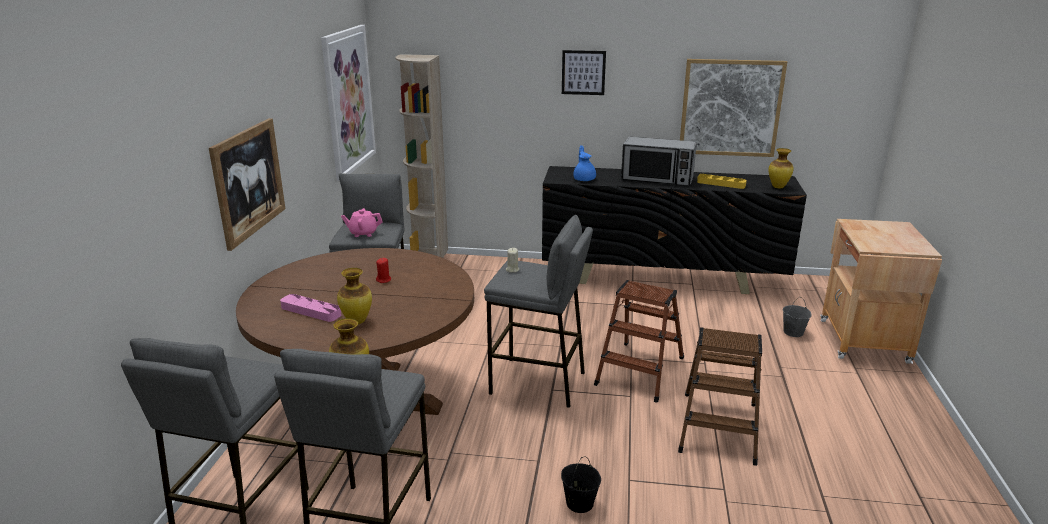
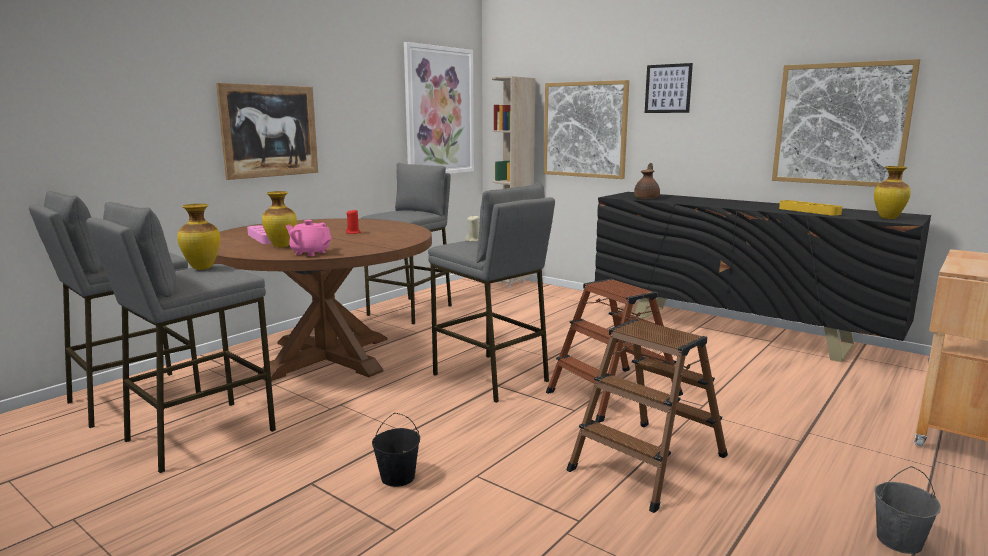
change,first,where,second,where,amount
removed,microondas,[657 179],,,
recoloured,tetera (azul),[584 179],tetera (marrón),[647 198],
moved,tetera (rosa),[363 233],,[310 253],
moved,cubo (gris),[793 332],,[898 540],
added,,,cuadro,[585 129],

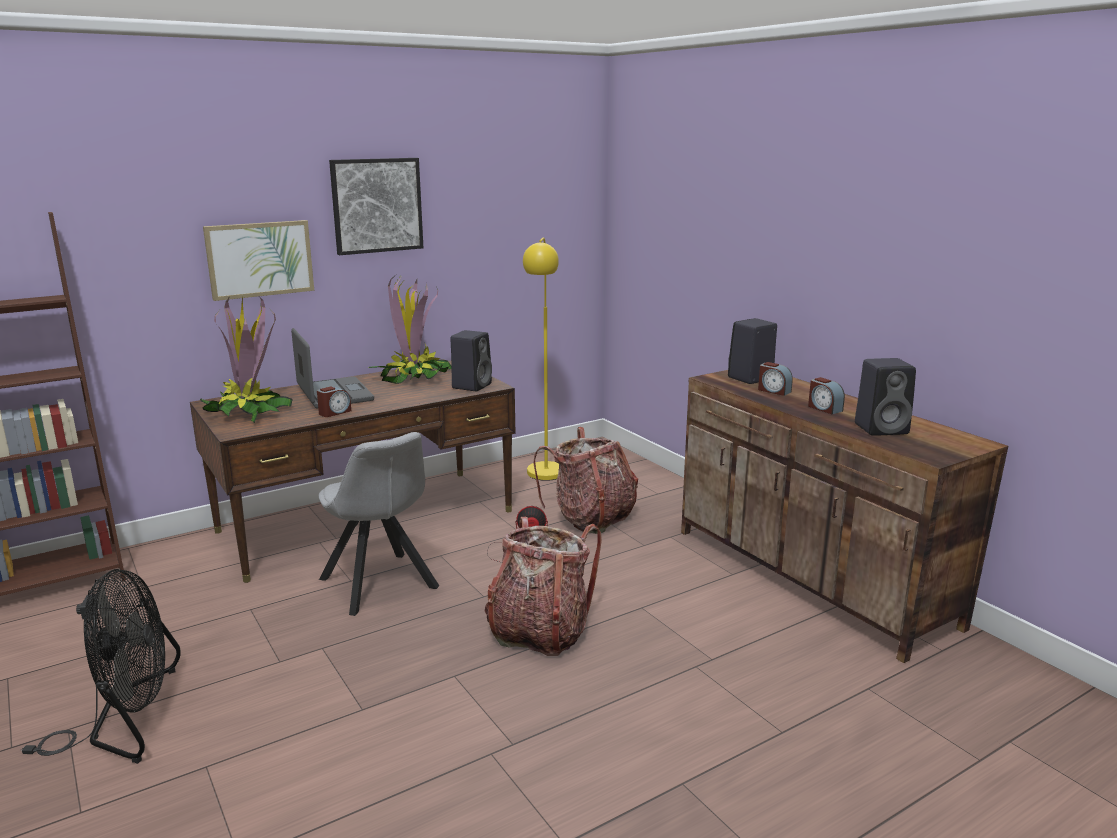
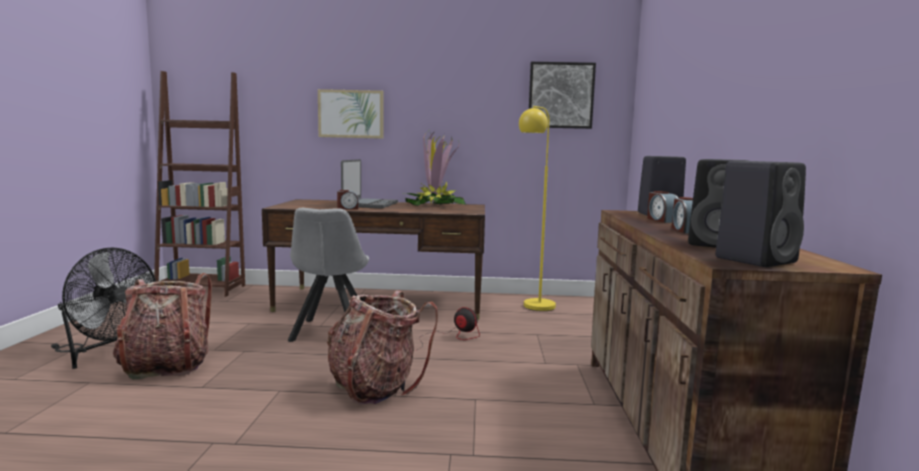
change,first,where,second,where,amount
moved,cuadro,[377 205],,[561 95],
removed,planta en maceta,[248 411],,,
moved,altavoz (negro),[472 385],,[756 260],
moved,mochila,[590 518],,[166 366],

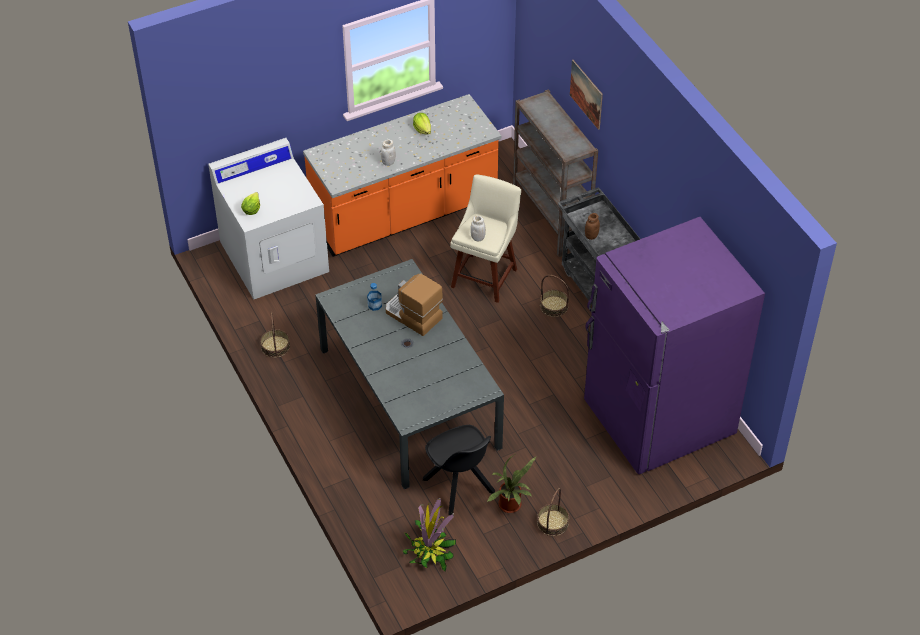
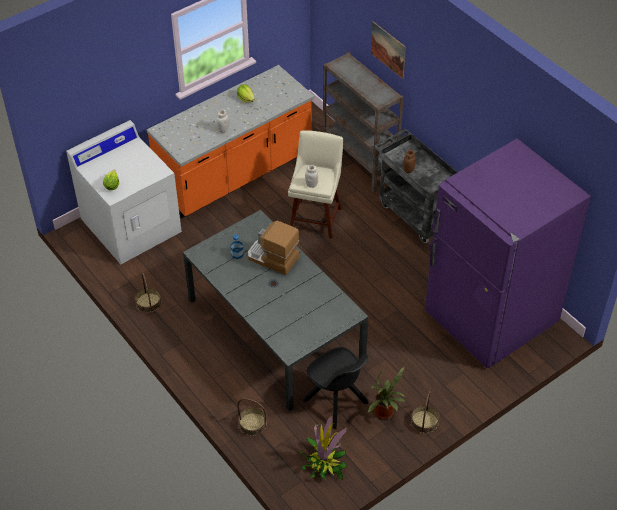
change,first,where,second,where,amount
moved,cesta,[554 306],,[252 424],

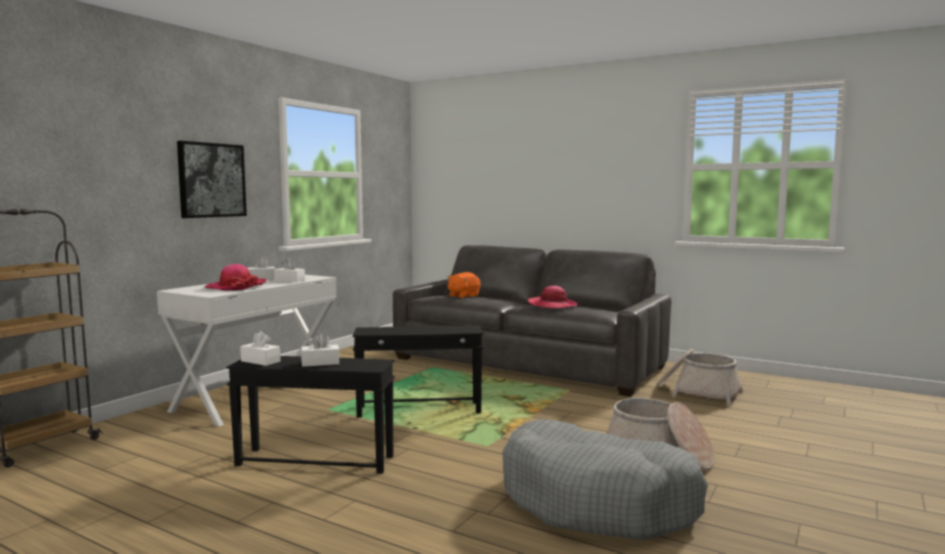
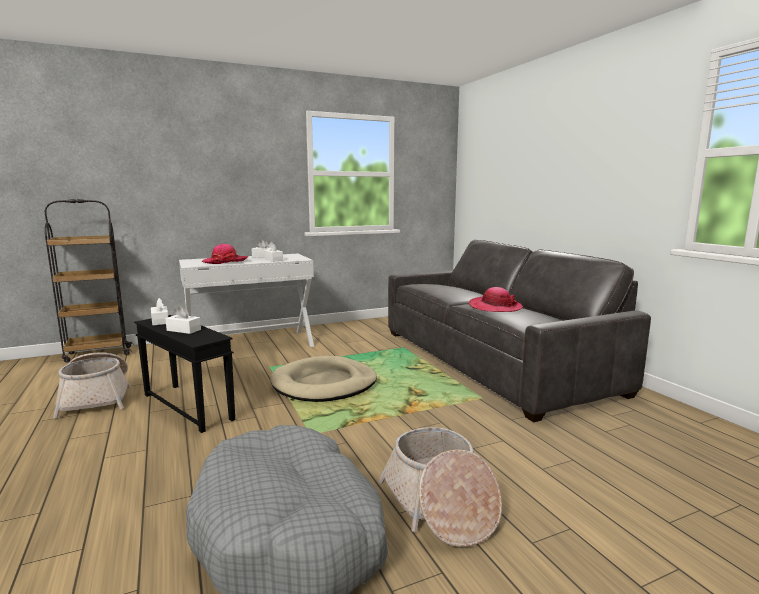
change,first,where,second,where,amount
removed,cuadro,[211 180],,,
removed,peluche (naranja),[463 296],,,
replaced,mesa auxiliar (negro),[419 410],cama para perro (beis),[324 384],
moved,cesta,[697 393],,[97 398],

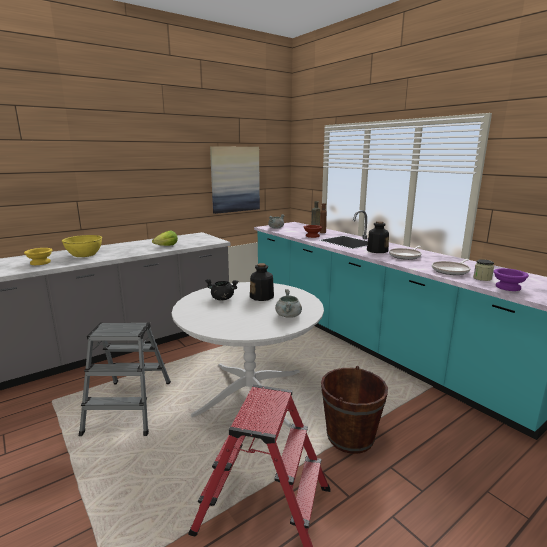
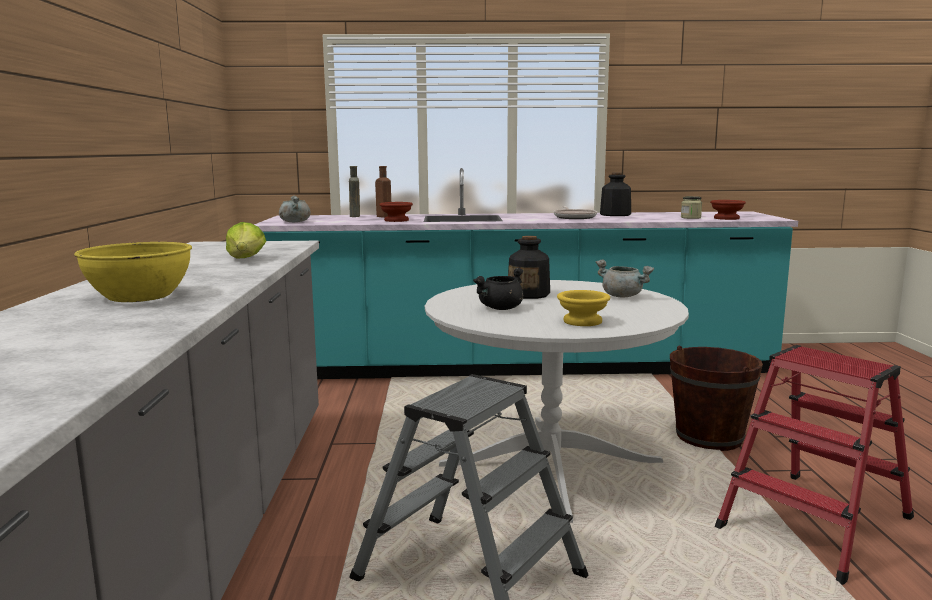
change,first,where,second,where,amount
removed,cuadro,[235 179],,,
moved,botella,[377 250],,[615 215],
moved,cuenco (amarillo),[41 263],,[584 321],
removed,sartén,[451 271],,,
recoloured,cuenco (morado),[509 287],cuenco (marrón),[726 218],

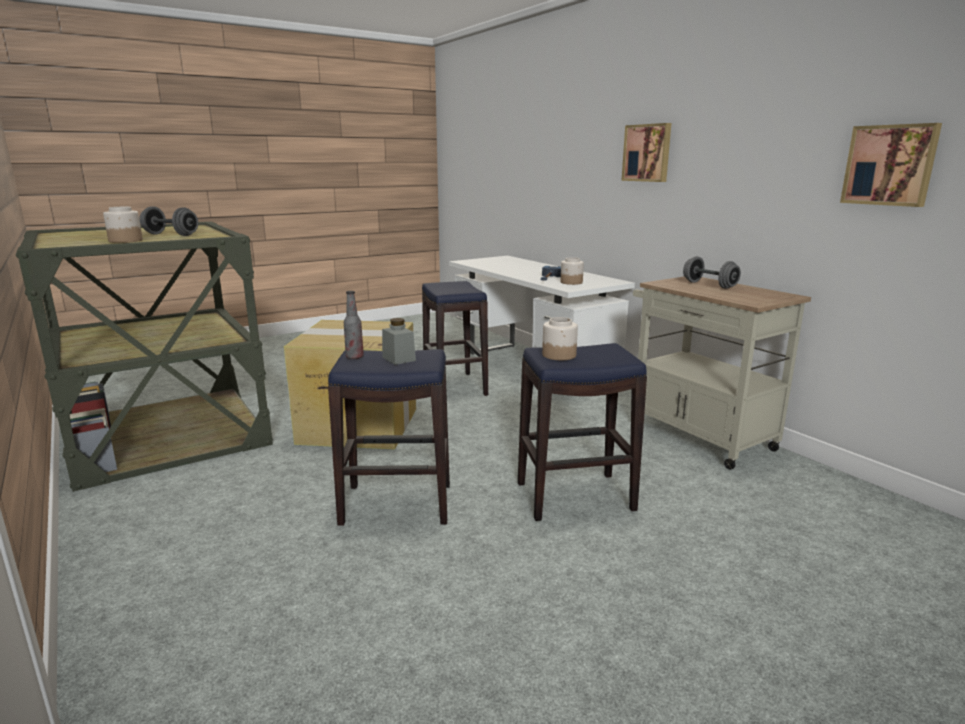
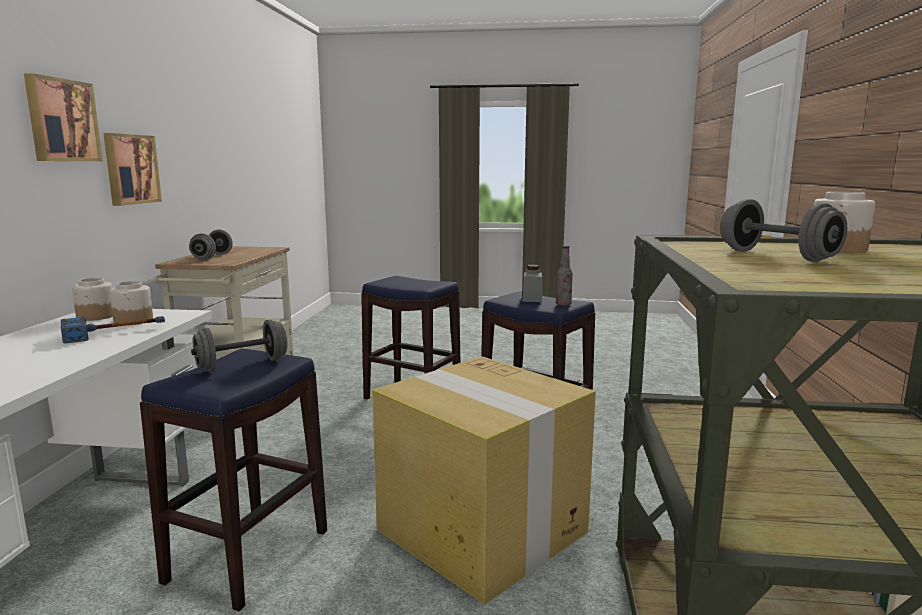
change,first,where,second,where,amount
moved,cuadro,[890 165],,[130 169],
moved,tarro,[559 355],,[95 316],
added,,,mancuerna (gris),[242 365],

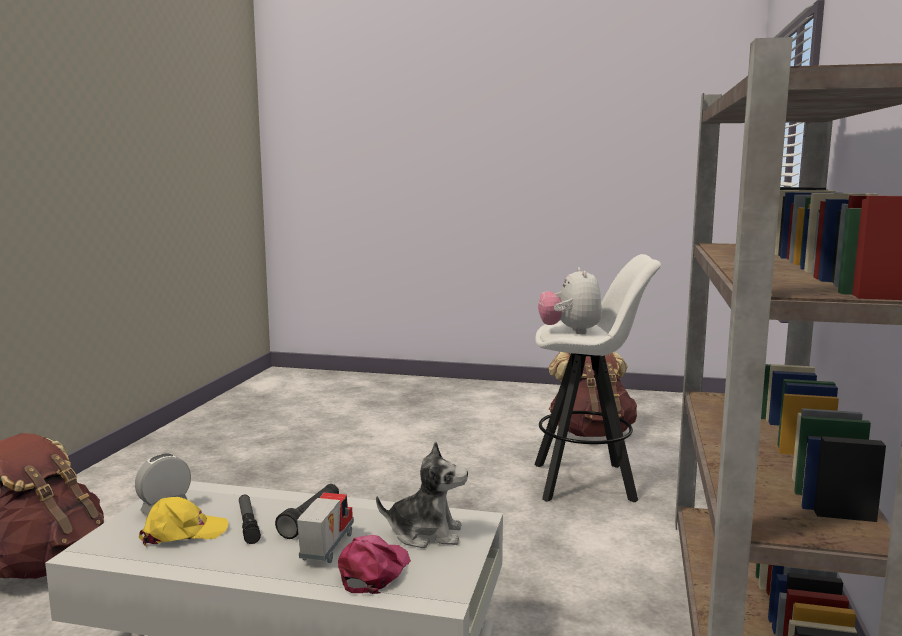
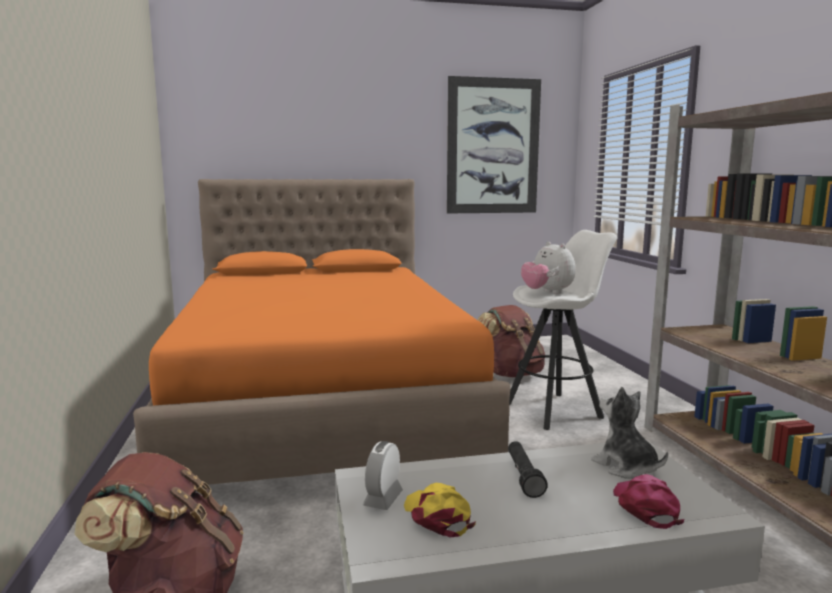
change,first,where,second,where,amount
turned,peluche,[426 534],,[625 467],105 degrees counterclockwise
removed,camión de juguete,[325 548],,,
removed,linterna,[248 524],,,
turned,gorra (amarillo),[183 533],,[437 516],75 degrees counterclockwise
added,,,cuadro,[493 146],
added,,,cama (naranja),[323 400],

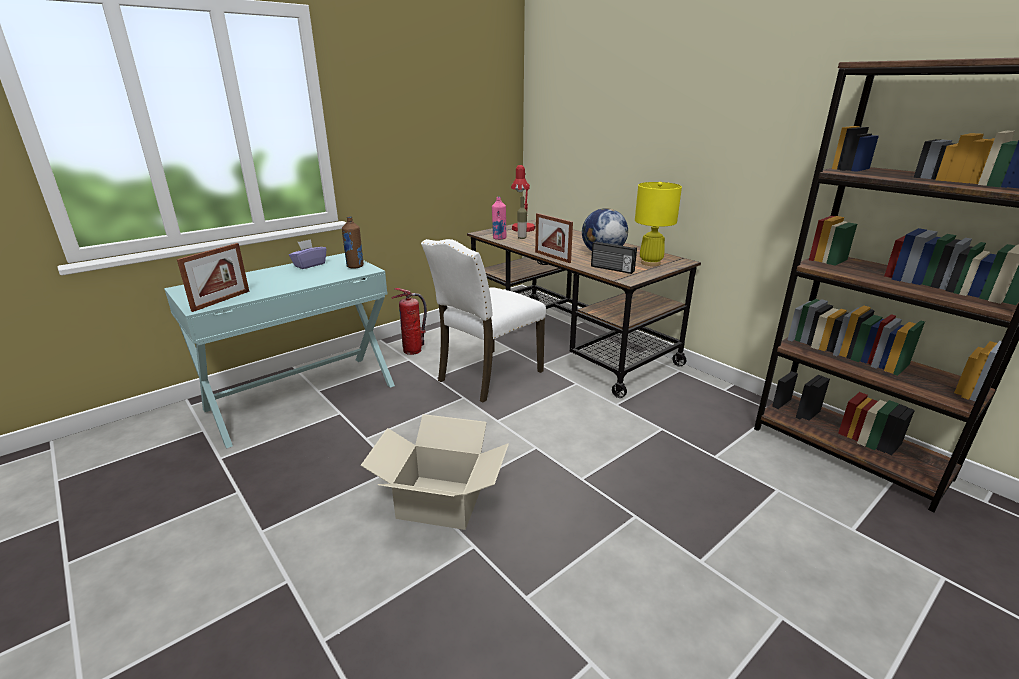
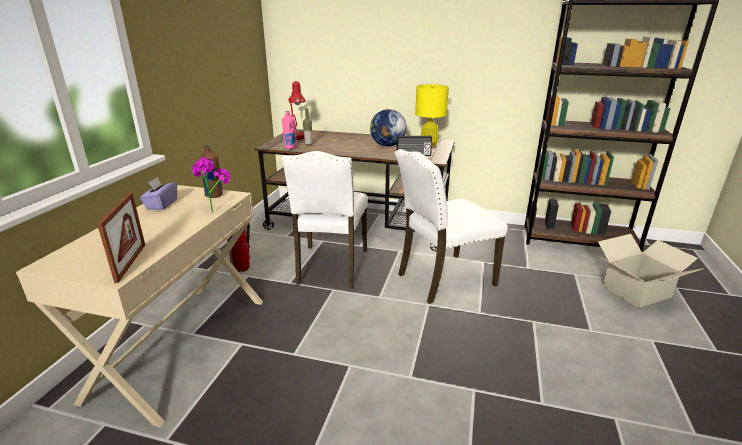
change,first,where,second,where,amount
removed,portarretratos,[552 257],,,
recoloured,escritorio (turquesa),[302 396],escritorio (beis),[181 345],
moved,caja de cartón,[440 501],,[635 291],
added,,,silla (blanco),[443 279],
added,,,planta en maceta,[215 209],

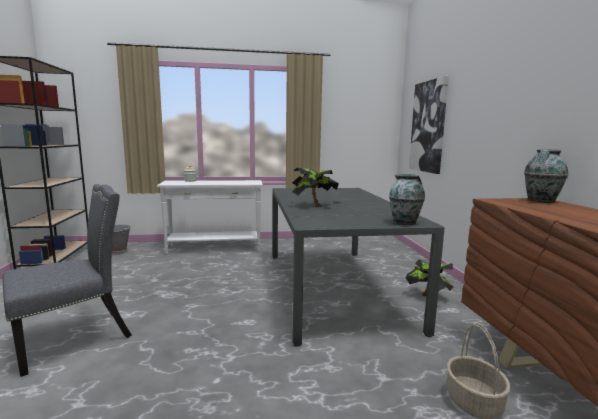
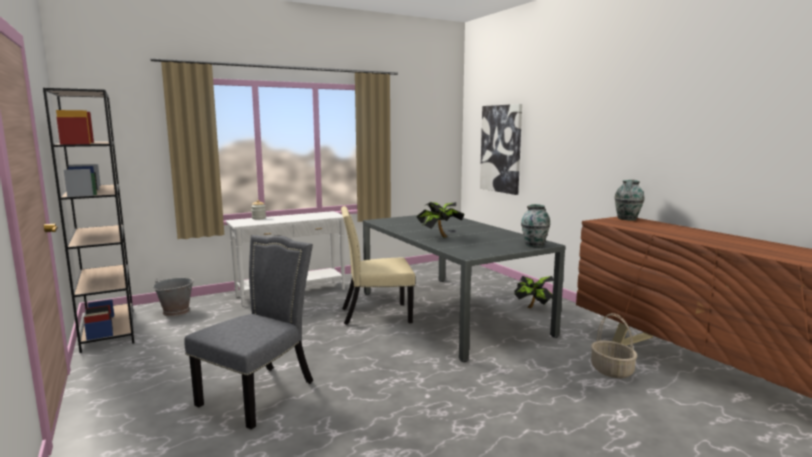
change,first,where,second,where,amount
added,,,silla (beis),[377 314],

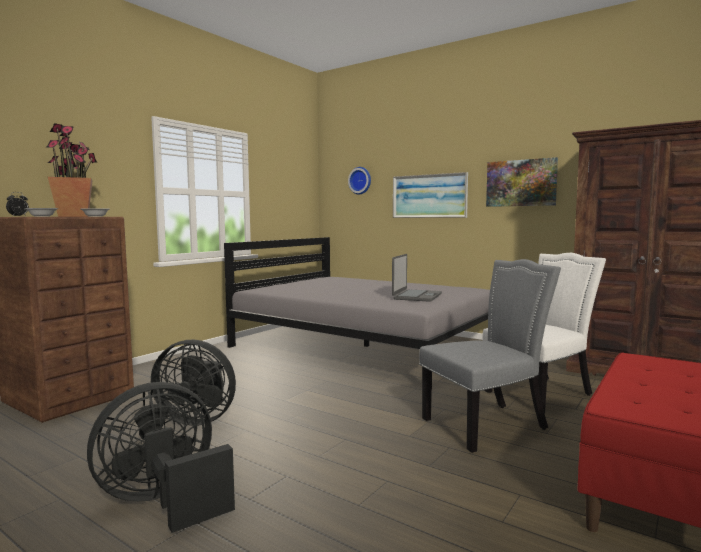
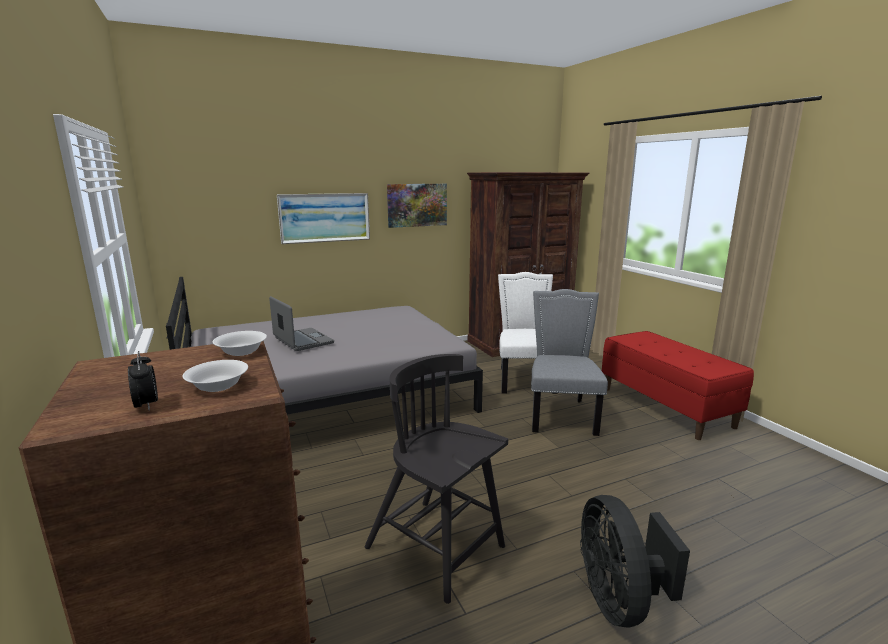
change,first,where,second,where,amount
removed,planta en maceta,[74 216],,,
removed,reloj de pared,[360 180],,,
moved,portátil,[416 296],,[302 340],
replaced,ventilador (negro),[197 419],silla (negro),[437 548],

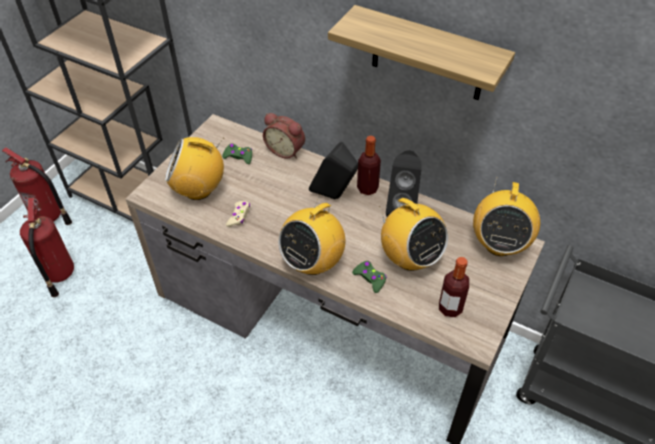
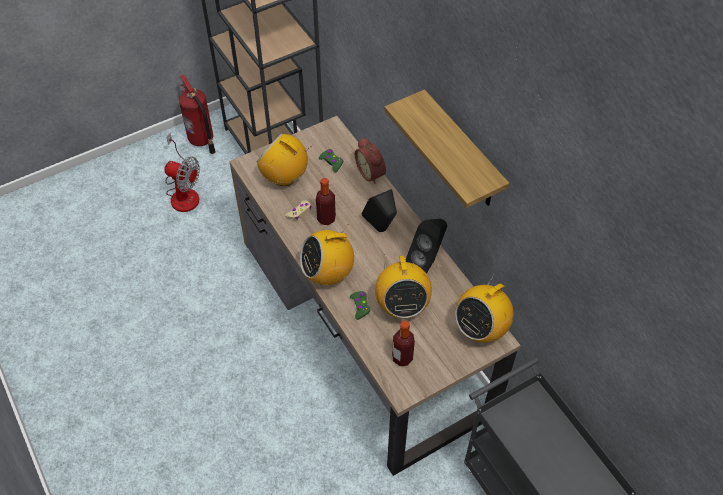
change,first,where,second,where,amount
moved,botella,[367 188],,[326 218],
replaced,extintor,[58 274],ventilador,[183 192],

